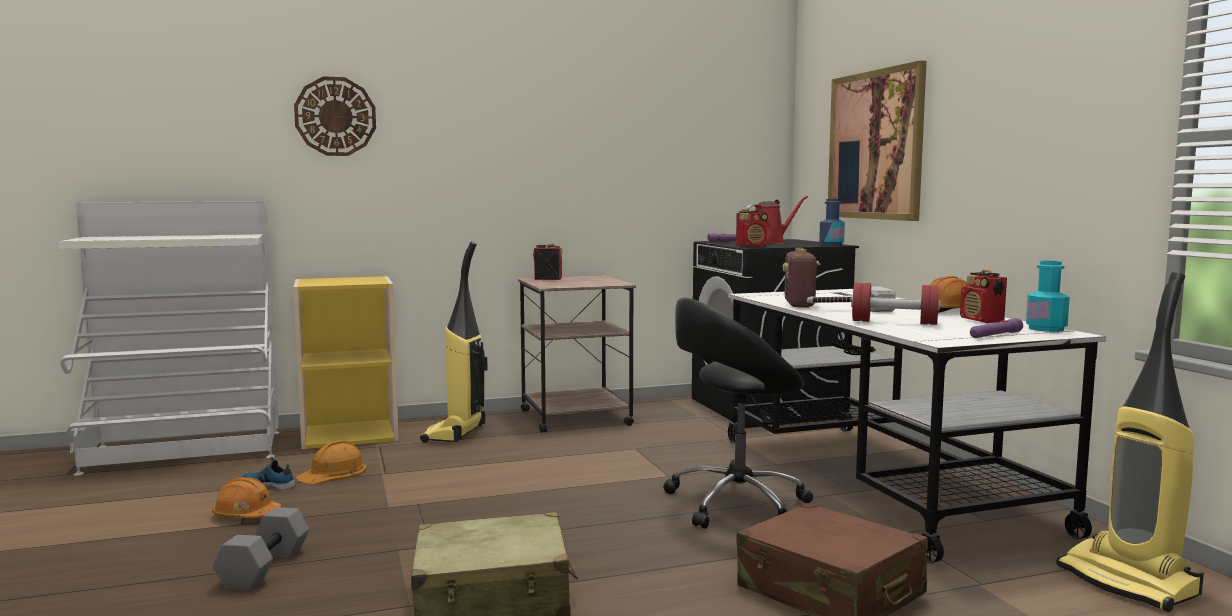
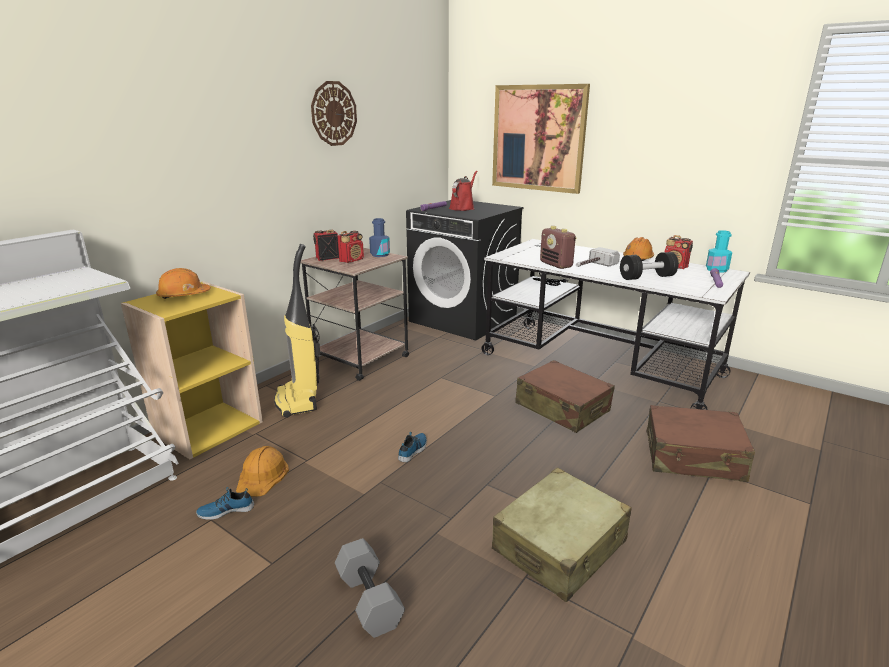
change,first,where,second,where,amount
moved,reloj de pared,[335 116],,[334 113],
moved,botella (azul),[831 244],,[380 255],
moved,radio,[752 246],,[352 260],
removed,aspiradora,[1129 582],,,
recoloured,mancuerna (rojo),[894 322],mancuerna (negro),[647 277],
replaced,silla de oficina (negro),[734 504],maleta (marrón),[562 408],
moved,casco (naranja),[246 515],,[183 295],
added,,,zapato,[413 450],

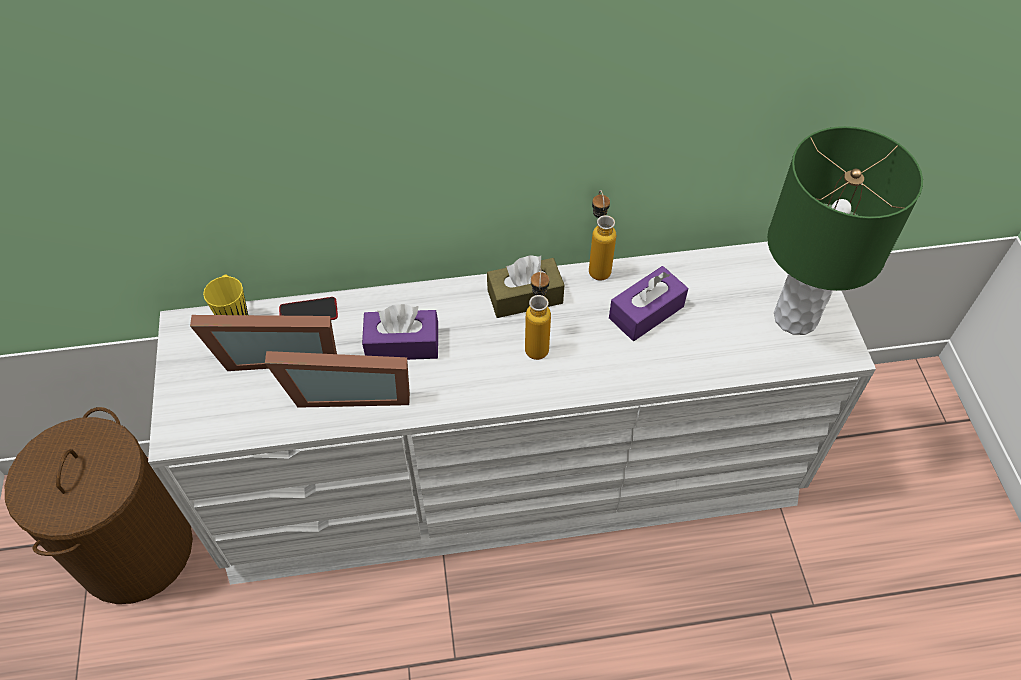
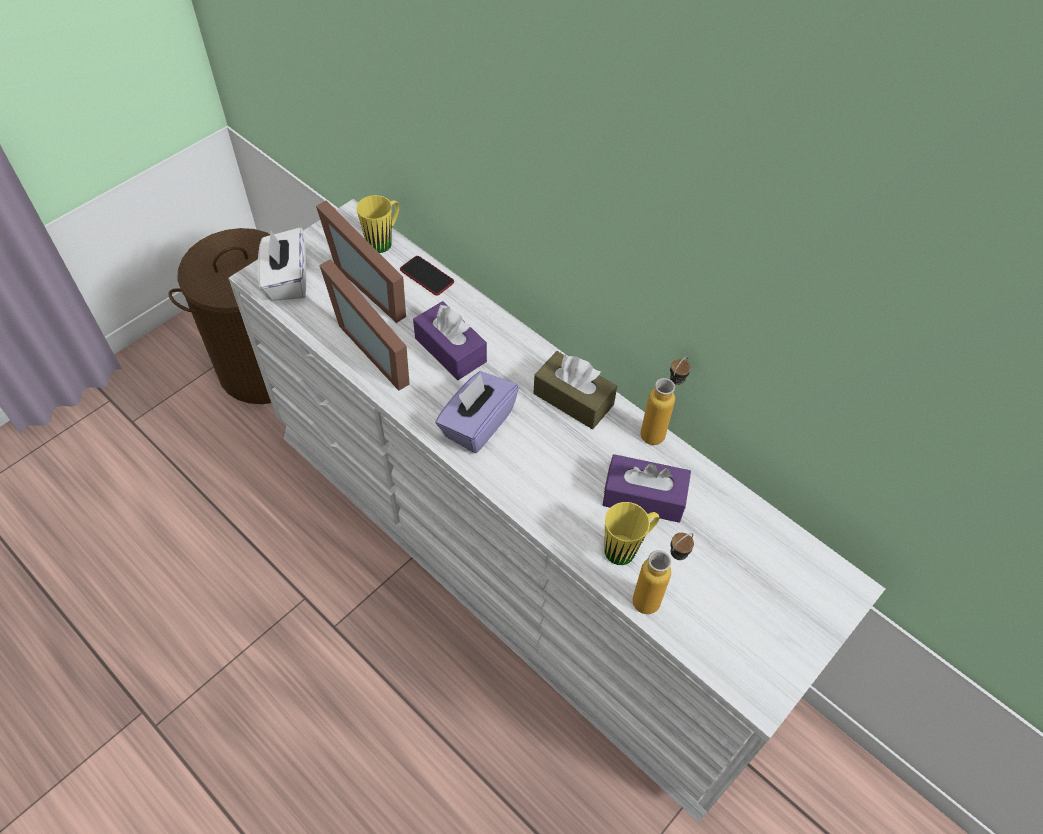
change,first,where,second,where,amount
removed,lámpara de mesa (verde),[795 318],,,
moved,botella,[537 342],,[655 596],
added,,,caja de pañuelos (blanco),[287 280],
added,,,caja de pañuelos (morado),[477 424],
added,,,taza grande (amarillo),[627 547],

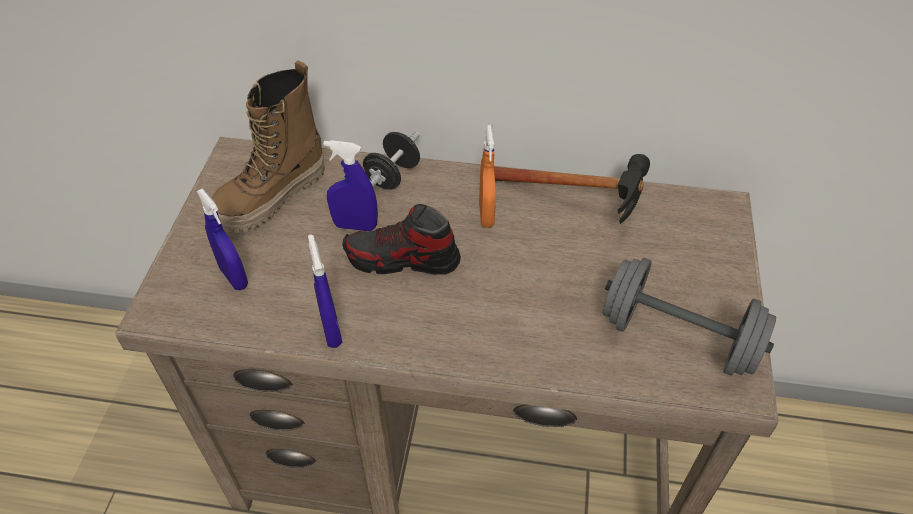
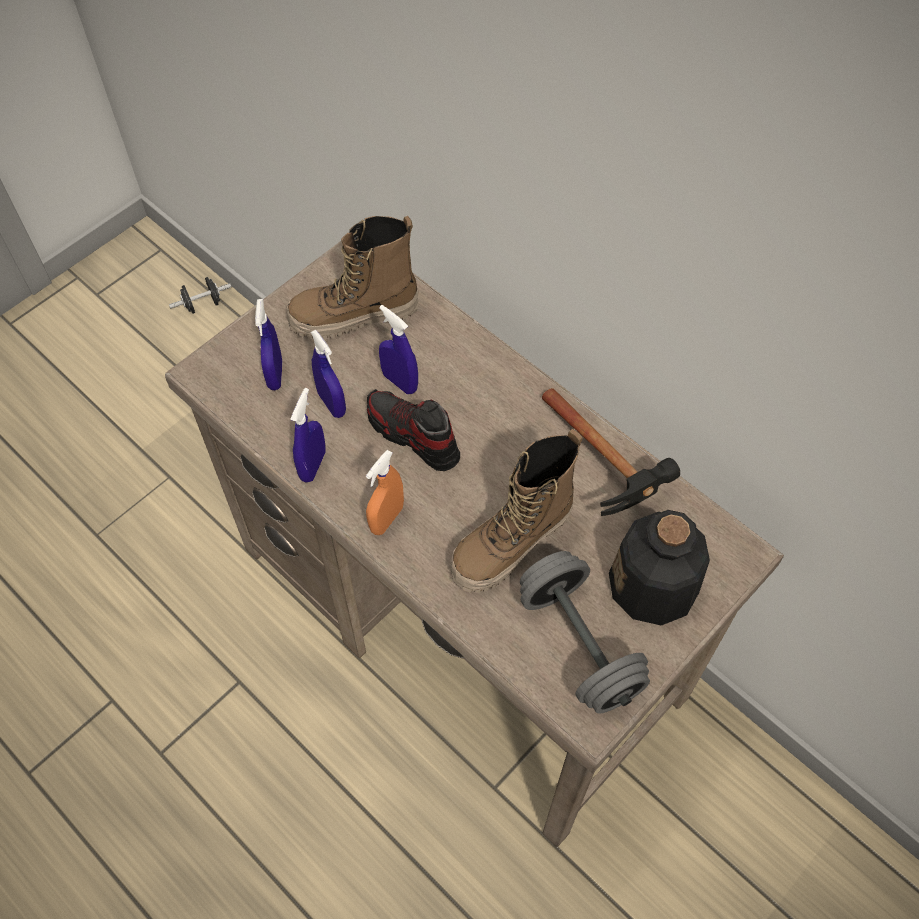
change,first,where,second,where,amount
moved,pulverizador (naranja),[486 214],,[387 519],
moved,mancuerna (negro),[393 176],,[203 304],
added,,,pulverizador (azul),[332 404],
added,,,bota,[512 545],
added,,,botella,[653 585],

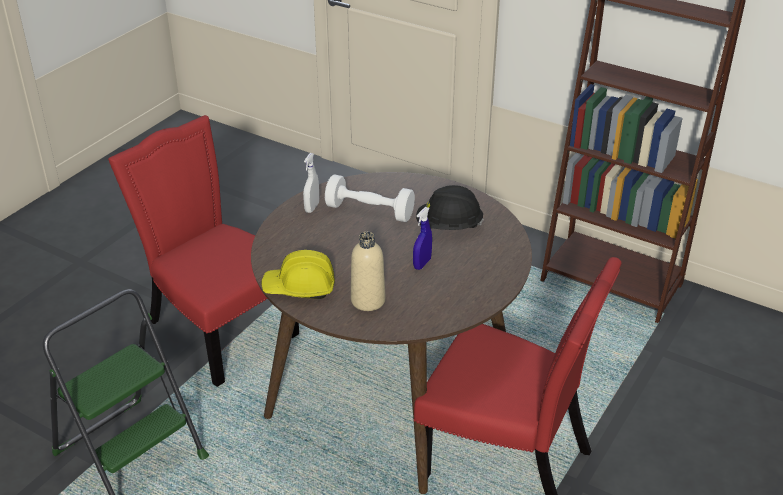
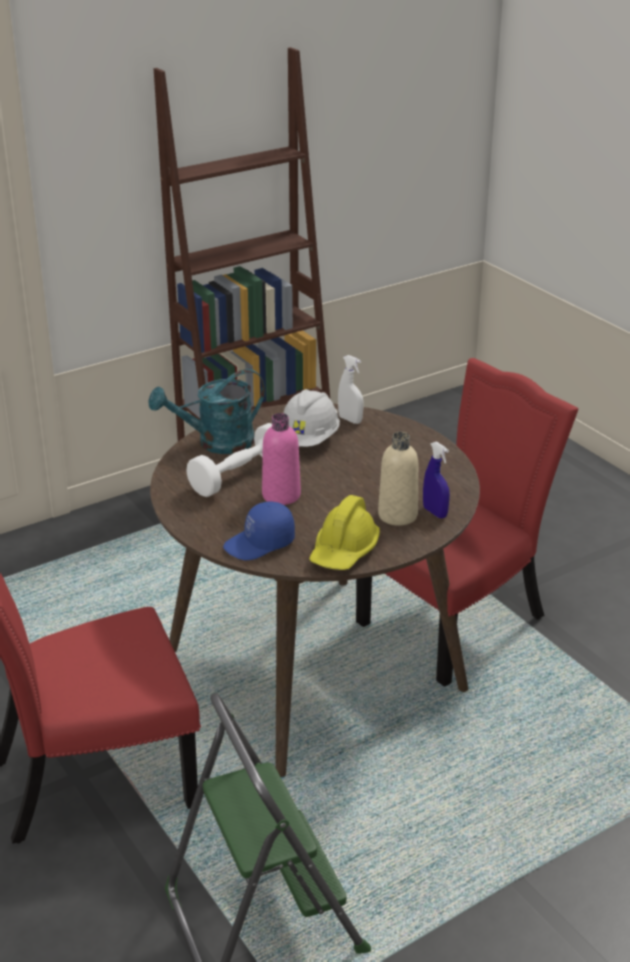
change,first,where,second,where,amount
moved,pulverizador (blanco),[312 207],,[350 420],
recoloured,casco (negro),[449 227],casco (blanco),[308 440],
moved,pulverizador (azul),[422 264],,[435 512],
added,,,regadera (turquesa),[216 443],
added,,,botella (rosa),[281 495],
added,,,gorra (azul),[260 544],

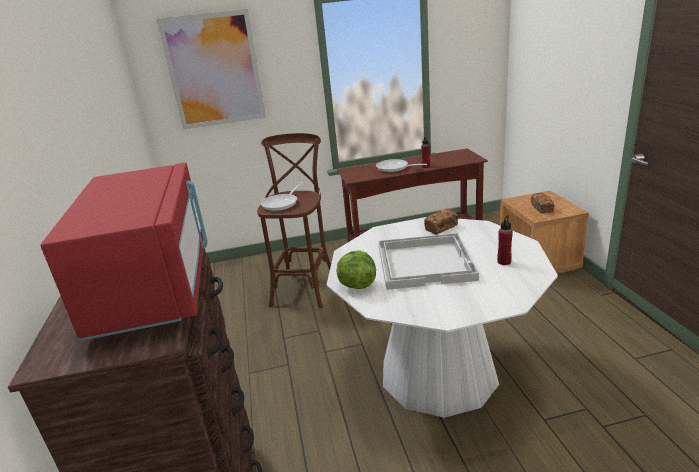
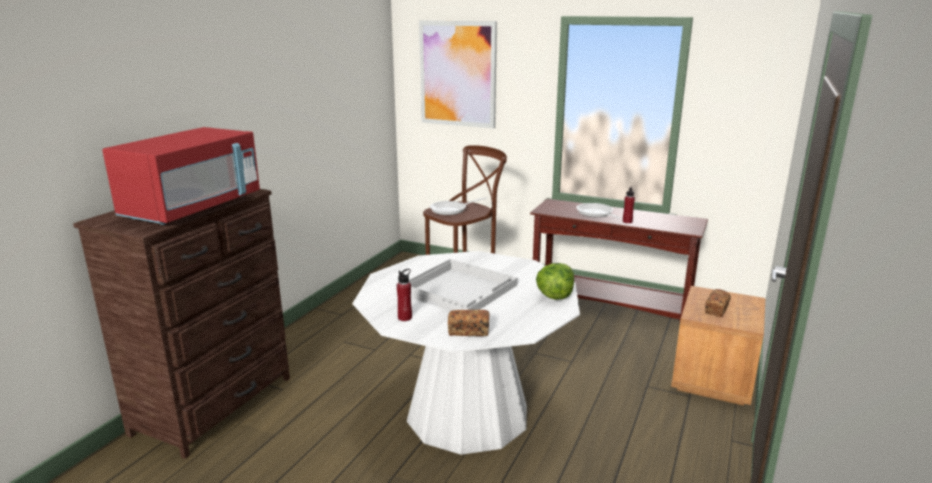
change,first,where,second,where,amount
moved,pan,[441 228],,[468 331],
moved,botella (rojo),[504 261],,[405 317],
moved,lechuga,[356 285],,[554 296],

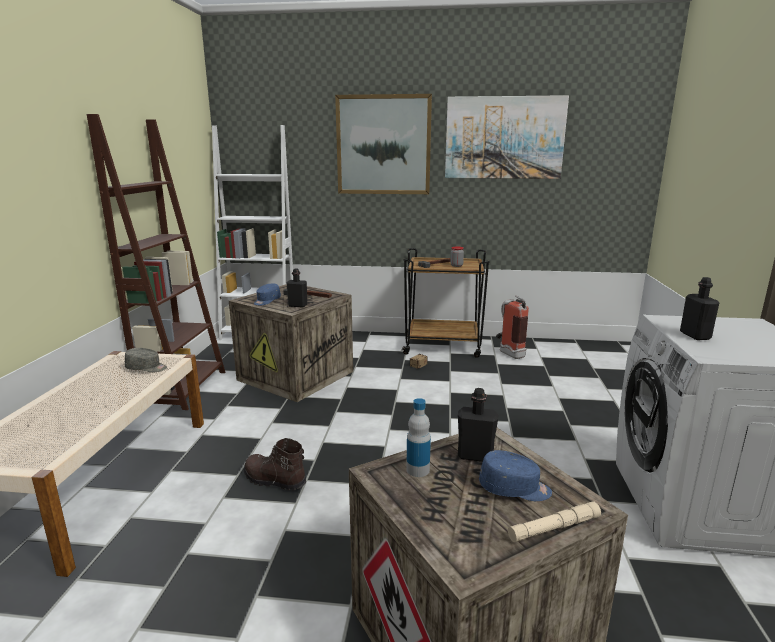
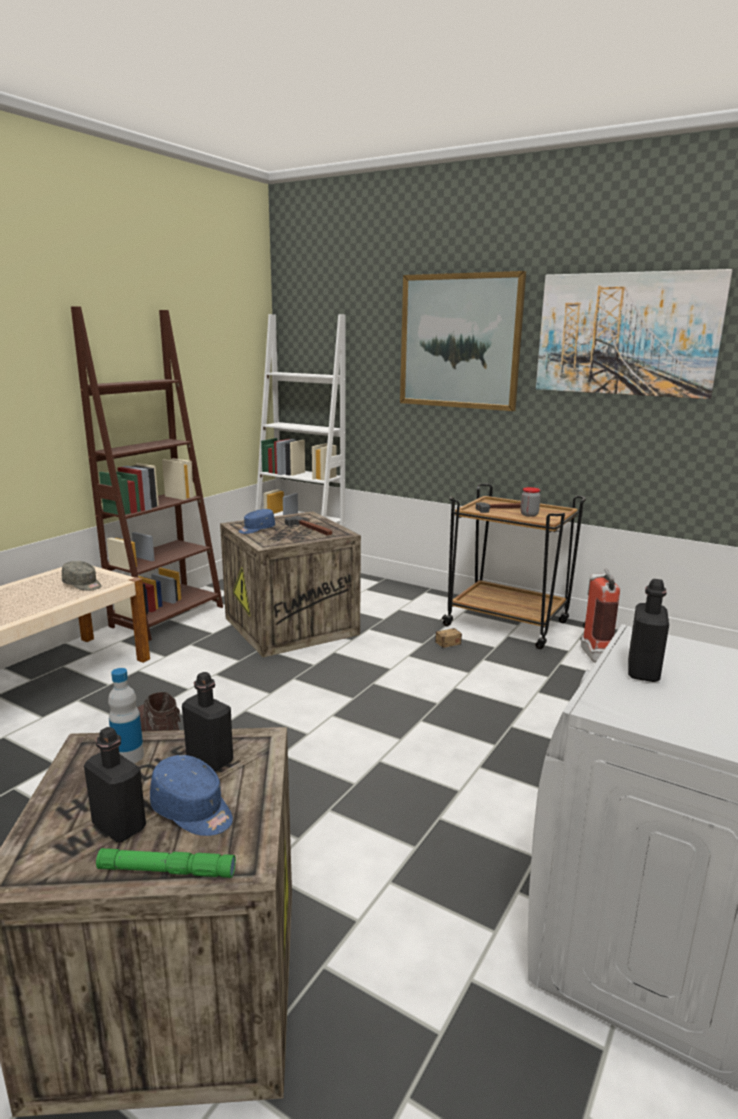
change,first,where,second,where,amount
moved,botella (negro),[298 305],,[119 826],
recoloured,linterna (beis),[554 527],linterna (verde),[167 870],

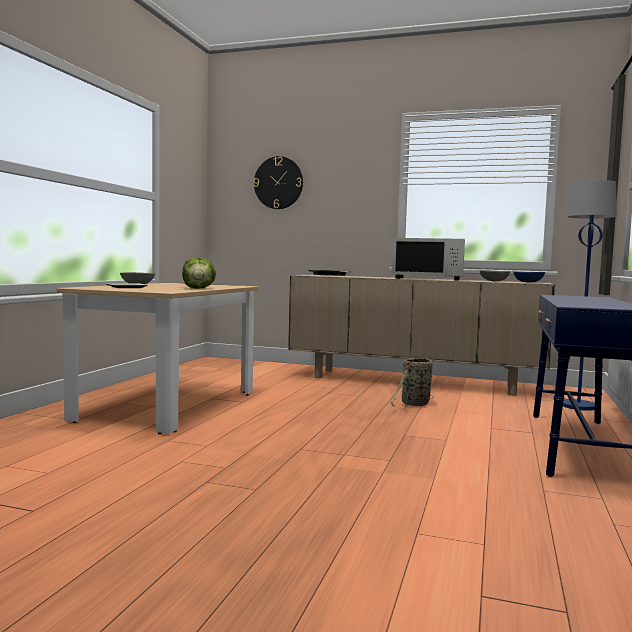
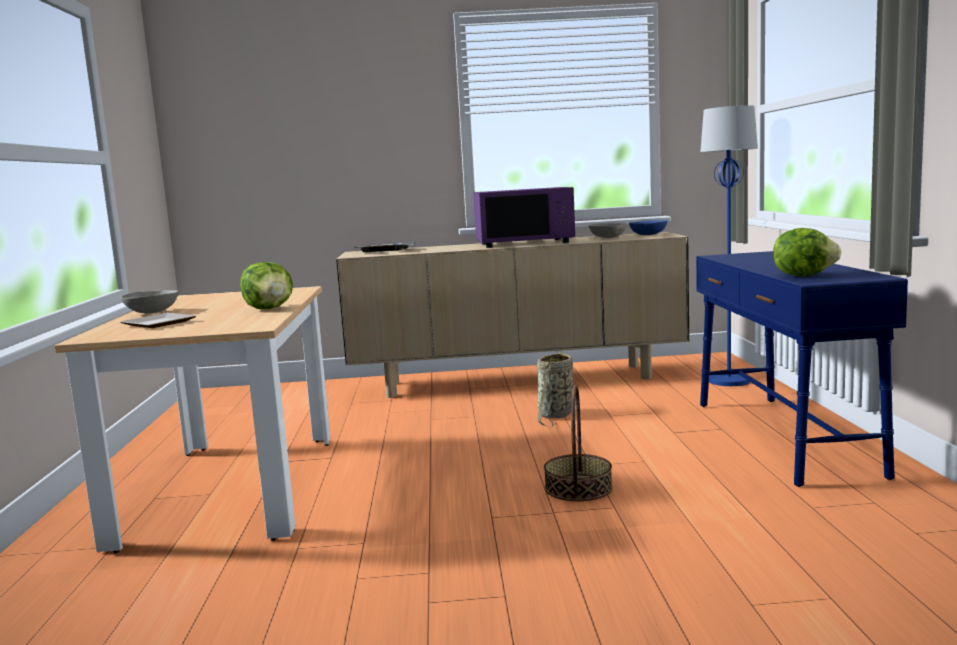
change,first,where,second,where,amount
removed,reloj de pared,[278 183],,,
recoloured,microondas (blanco),[428 279],microondas (morado),[524 243],
added,,,lechuga,[803 276],
added,,,cesta,[578 488],

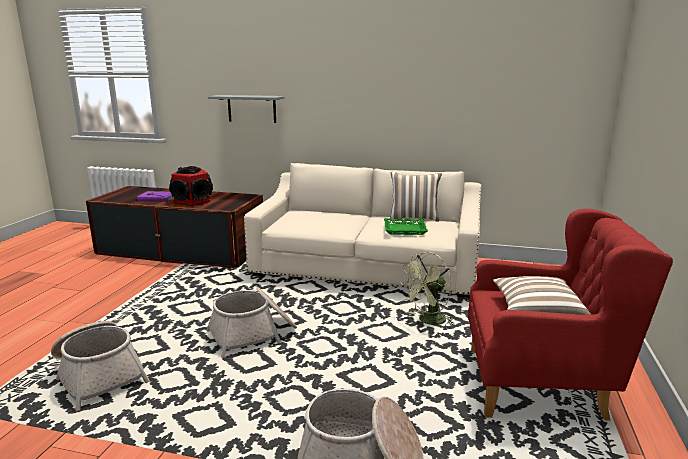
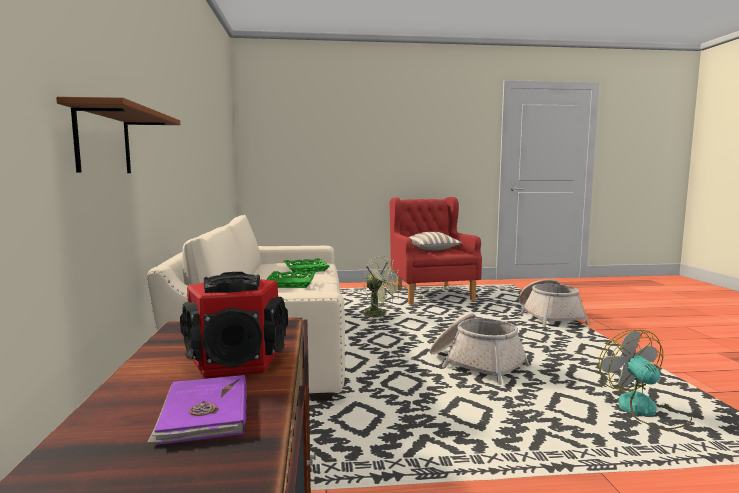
change,first,where,second,where,amount
recoloured,estante (gris),[251 108],estante (marrón),[103 141],
removed,cojín,[414 218],,,
replaced,cesta,[99 375],ventilador,[645 411],
added,,,bandeja (verde),[291 283],

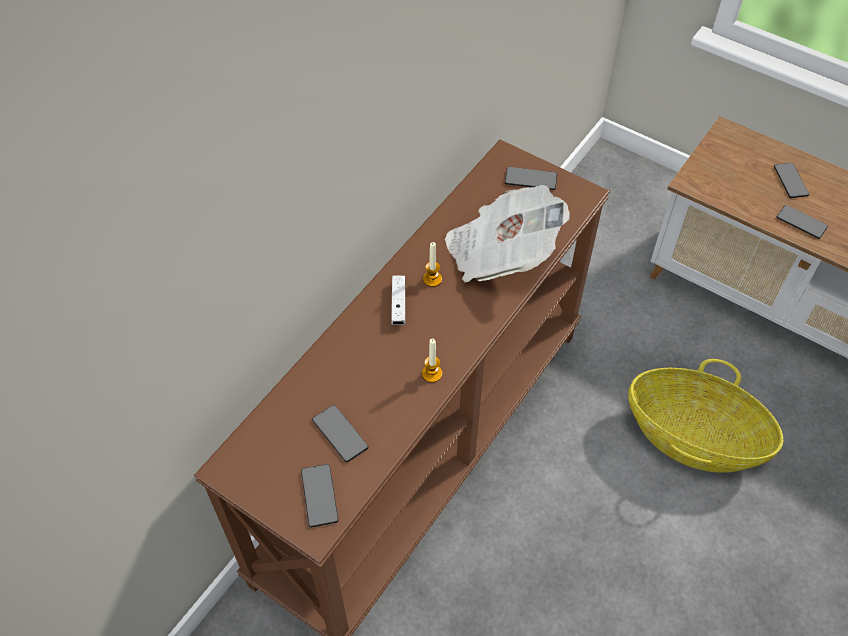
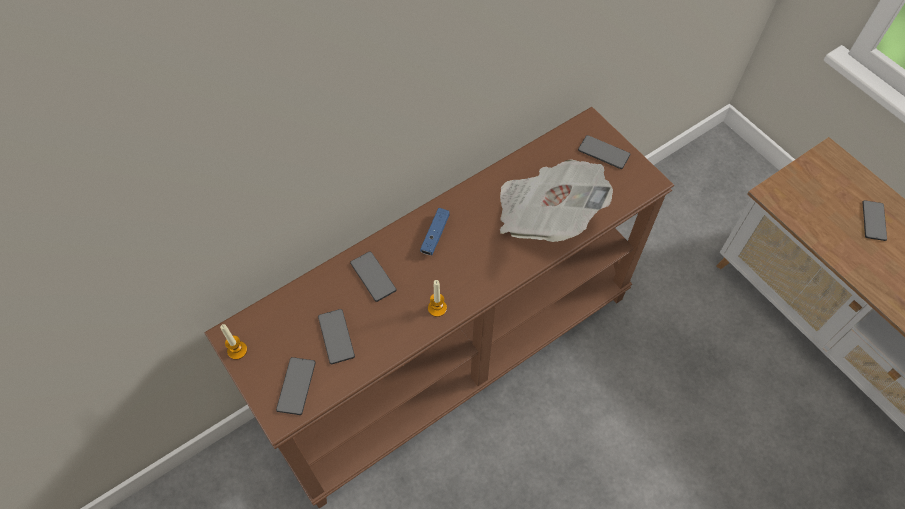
change,first,where,second,where,amount
moved,móvil,[801 222],,[373 277],
moved,vela,[432 279],,[237 350],
recoloured,mando de consola (blanco),[398 304],mando de consola (azul),[435 235],
removed,cesta,[693 437],,,

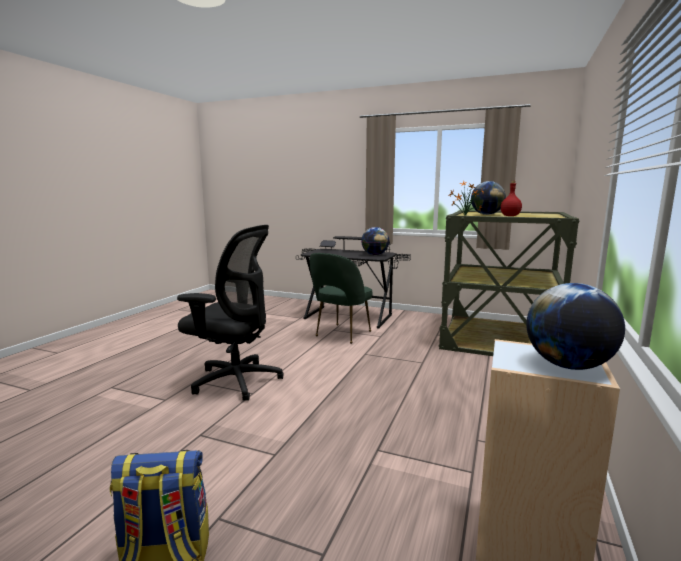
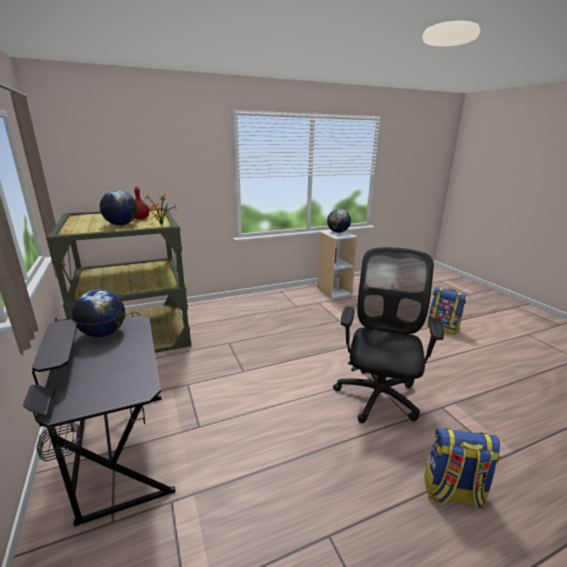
change,first,where,second,where,amount
turned,silla de oficina (negro),[231 381],,[378 400],45 degrees clockwise
removed,silla (verde),[341 335],,,
added,,,mochila,[452 493],

